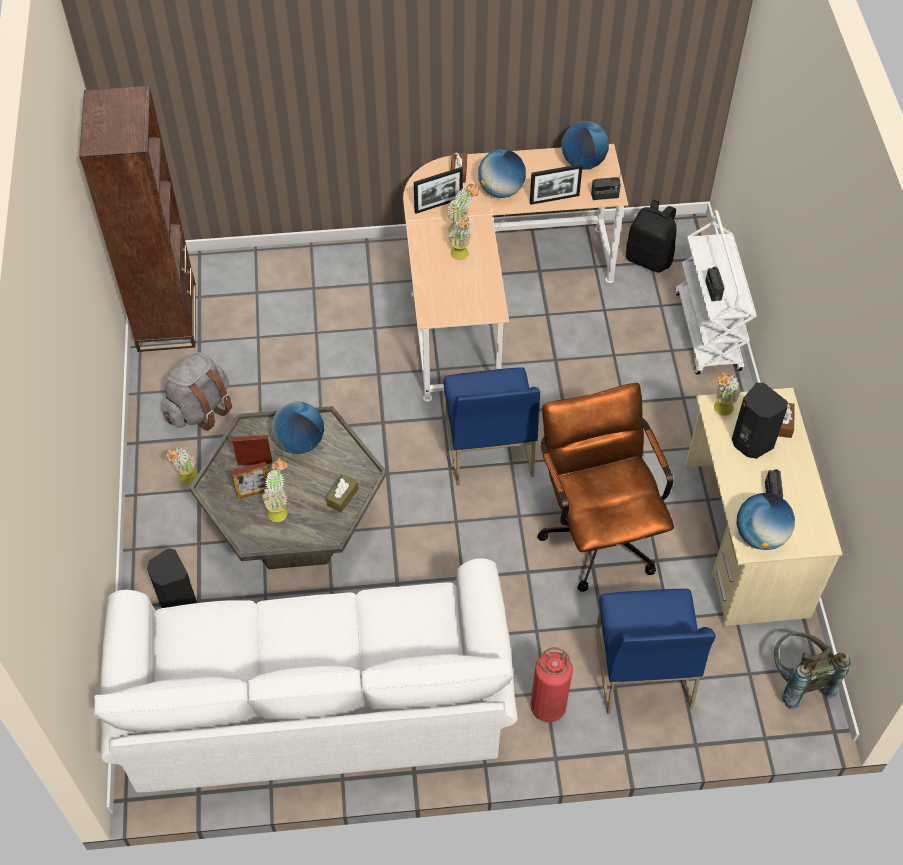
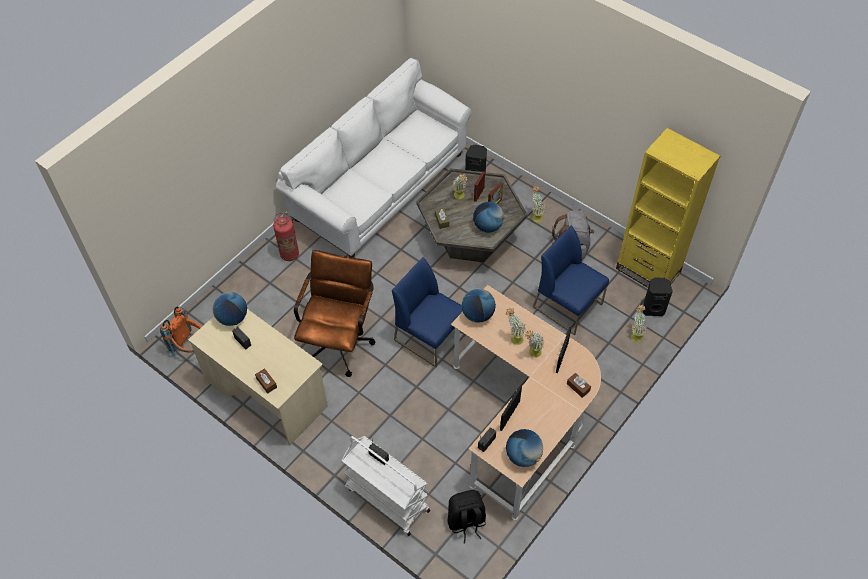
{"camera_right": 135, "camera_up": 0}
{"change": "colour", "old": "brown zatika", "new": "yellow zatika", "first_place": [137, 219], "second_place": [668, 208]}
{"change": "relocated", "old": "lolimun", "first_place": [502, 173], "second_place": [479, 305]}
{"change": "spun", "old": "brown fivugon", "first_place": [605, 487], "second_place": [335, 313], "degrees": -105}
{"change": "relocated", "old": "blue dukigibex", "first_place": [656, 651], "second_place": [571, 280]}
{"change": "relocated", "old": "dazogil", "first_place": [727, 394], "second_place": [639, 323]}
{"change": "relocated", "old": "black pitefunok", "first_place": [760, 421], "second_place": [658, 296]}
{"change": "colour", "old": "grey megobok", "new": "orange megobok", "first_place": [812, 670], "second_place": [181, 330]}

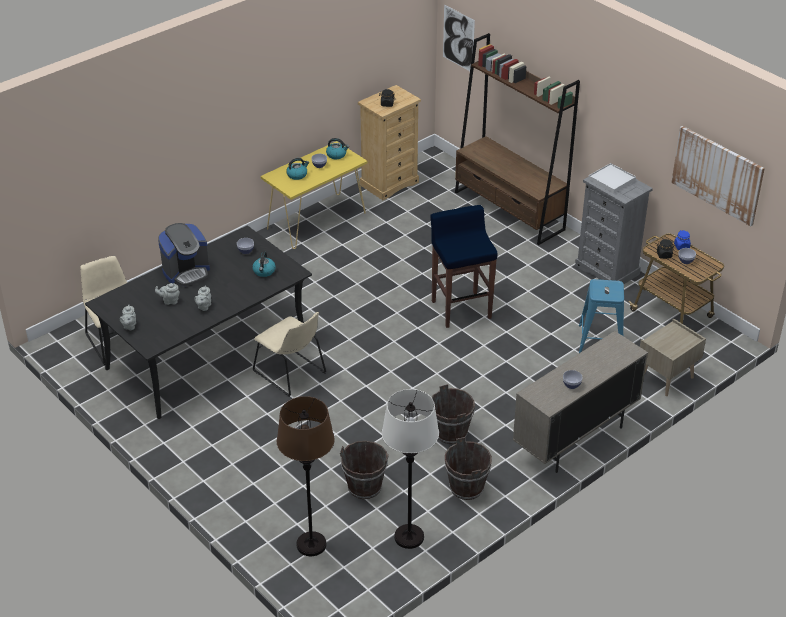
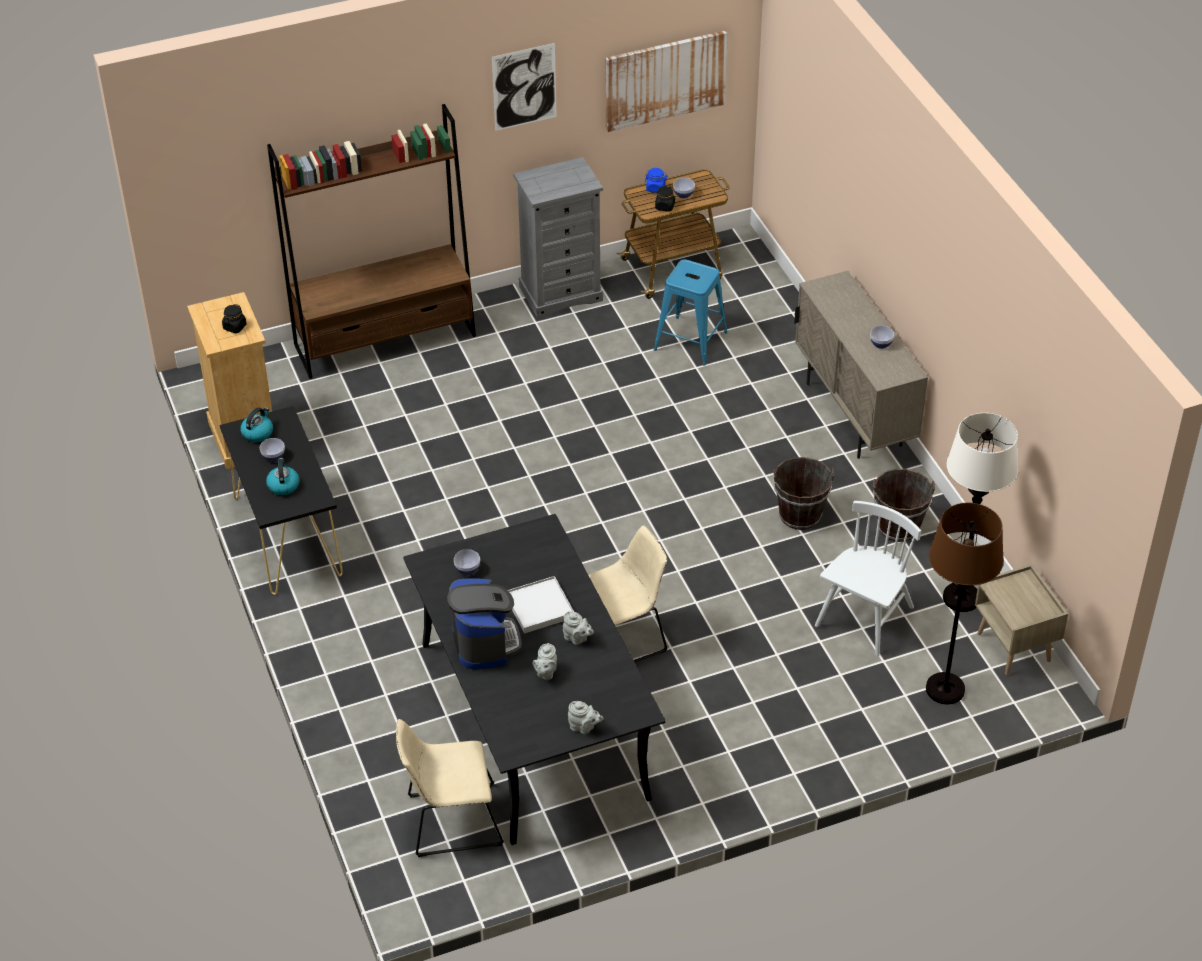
{"camera_right": -70, "camera_up": 5}
{"change": "missing", "old": "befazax", "first_place": [264, 264]}
{"change": "colour", "old": "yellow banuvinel", "new": "black banuvinel", "first_place": [314, 195], "second_place": [281, 500]}
{"change": "exchanged", "old": "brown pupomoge", "new": "white dukigibex", "first_place": [364, 470], "second_place": [868, 578]}
{"change": "missing", "old": "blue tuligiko", "first_place": [463, 266]}
{"change": "relocated", "old": "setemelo", "first_place": [459, 38], "second_place": [524, 87]}
{"change": "relocated", "old": "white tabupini", "first_place": [612, 178], "second_place": [541, 604]}
{"change": "relocated", "old": "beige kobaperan", "first_place": [673, 357], "second_place": [1021, 619]}

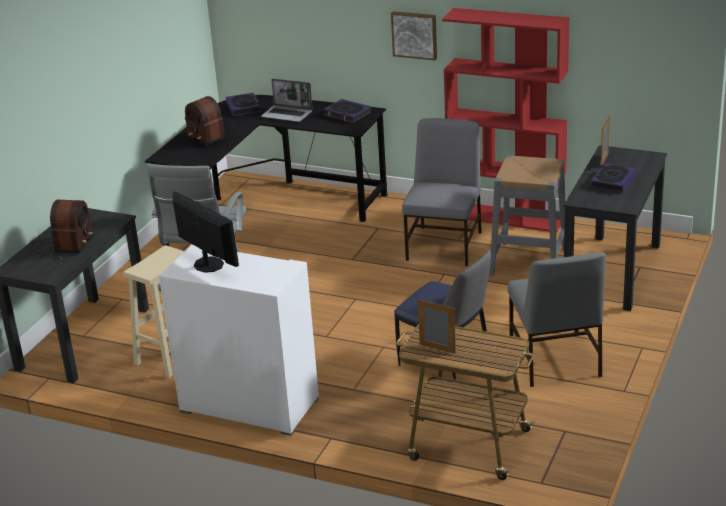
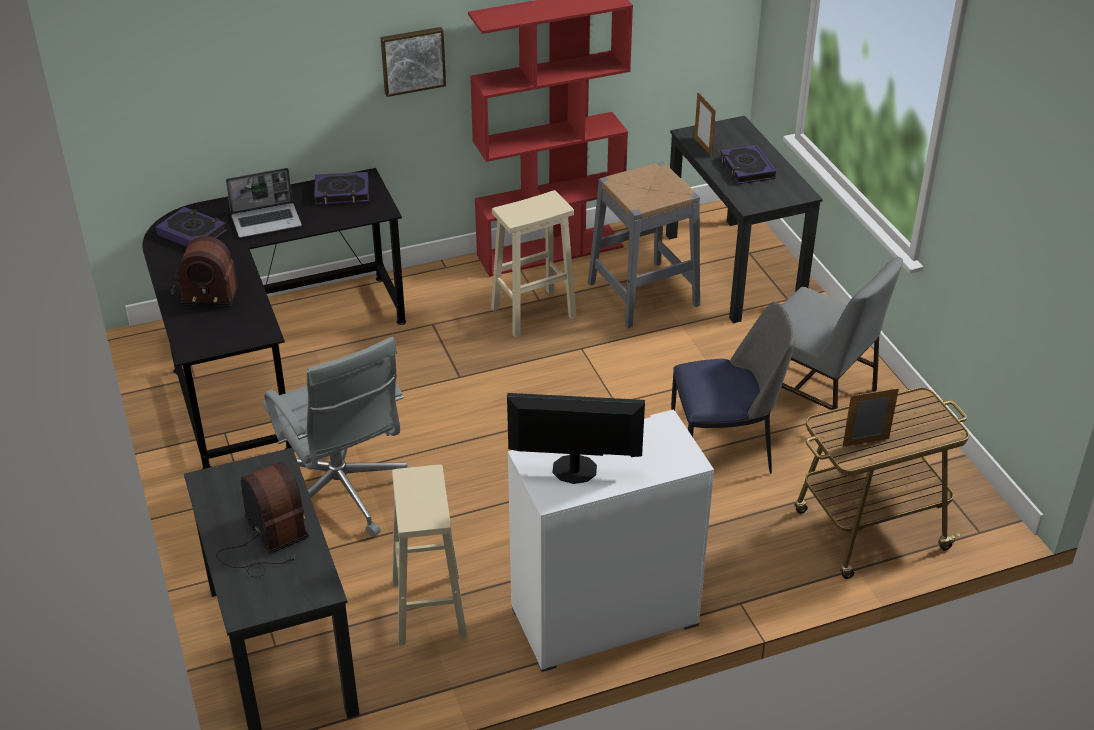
{"camera_right": -45, "camera_up": 10}
{"change": "exchanged", "old": "grey dukigibex", "new": "beige tuligiko", "first_place": [442, 192], "second_place": [534, 264]}

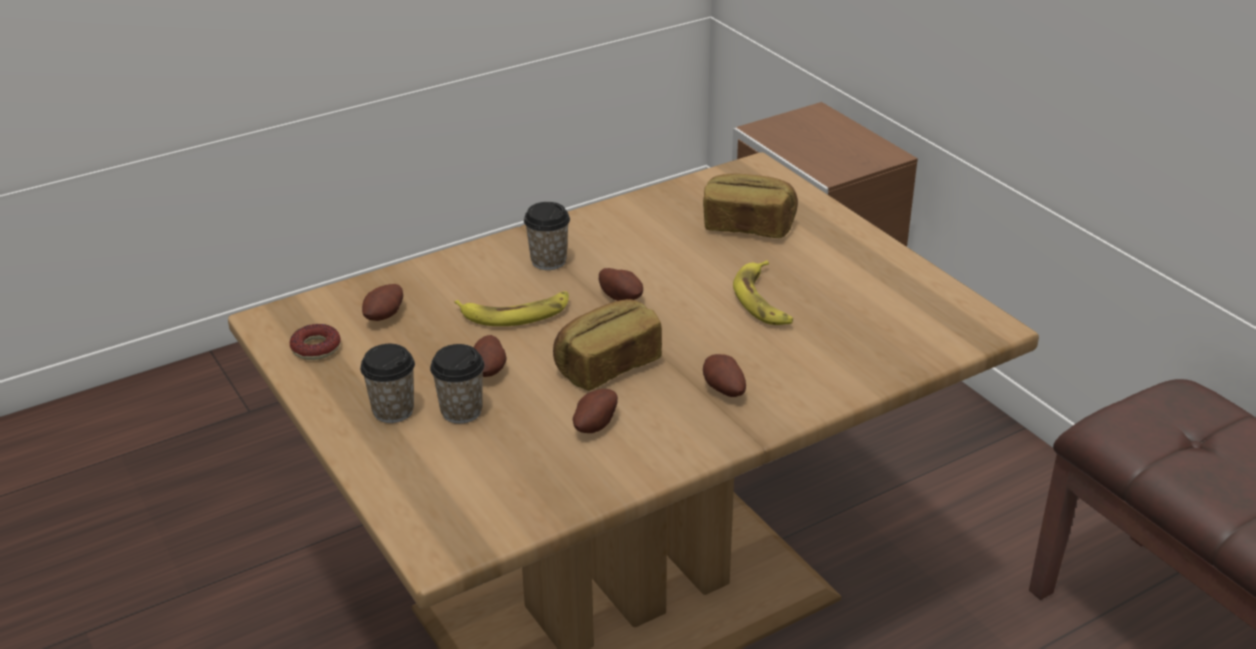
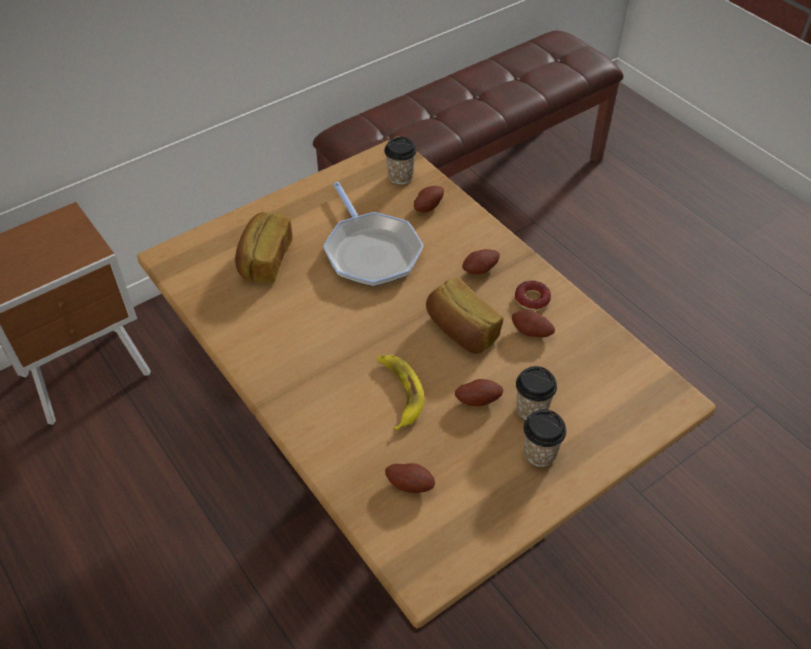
{"camera_right": -95, "camera_up": 15}
{"change": "relocated", "old": "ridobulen", "first_place": [315, 342], "second_place": [533, 296]}
{"change": "relocated", "old": "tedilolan", "first_place": [547, 236], "second_place": [400, 161]}
{"change": "relocated", "old": "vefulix", "first_place": [621, 284], "second_place": [429, 199]}
{"change": "exchanged", "old": "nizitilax", "new": "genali", "first_place": [763, 292], "second_place": [373, 234]}

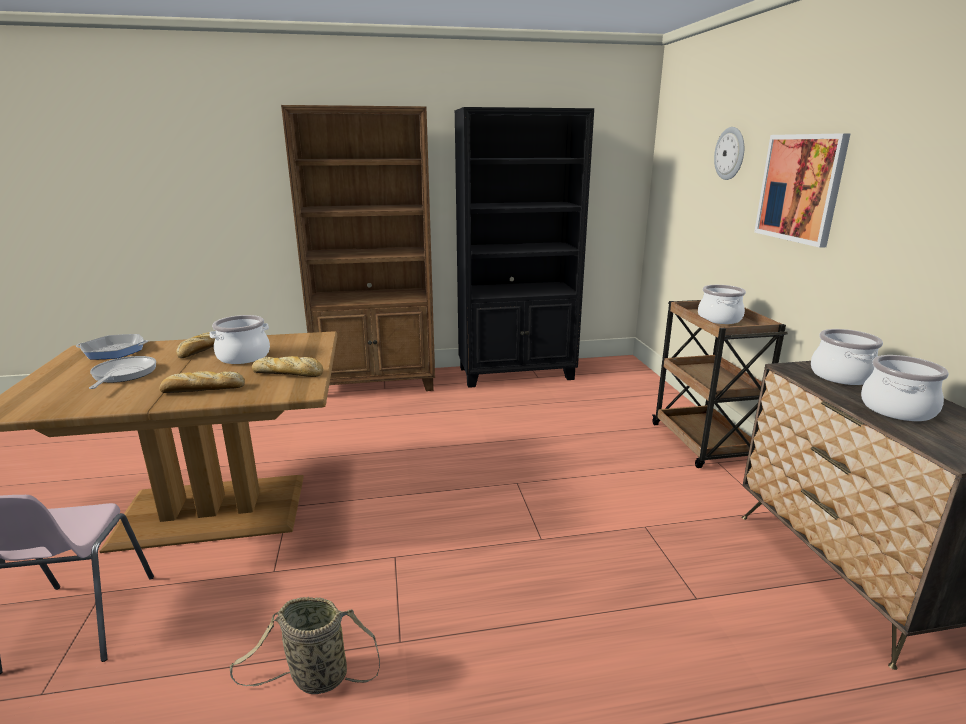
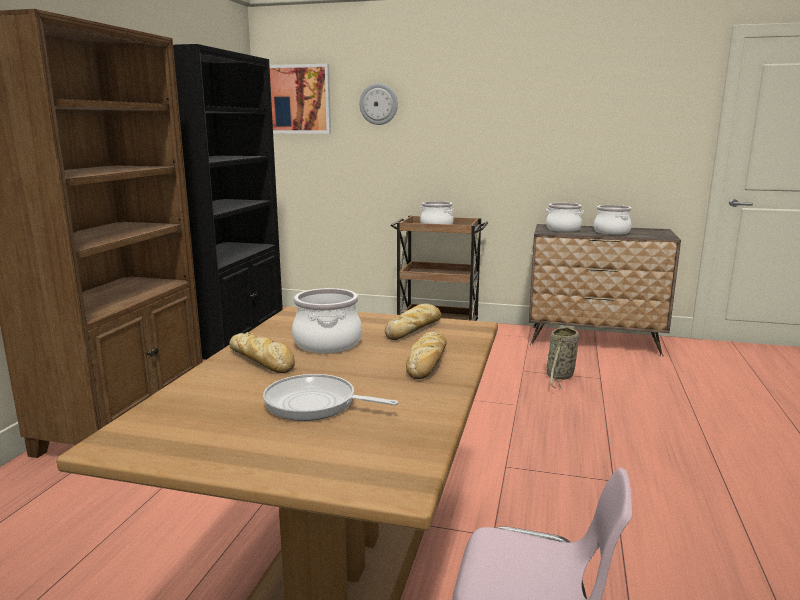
{"camera_right": -65, "camera_up": -5}
{"change": "missing", "old": "genali", "first_place": [112, 347]}
{"change": "relocated", "old": "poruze", "first_place": [305, 645], "second_place": [563, 357]}
{"change": "relocated", "old": "setemelo", "first_place": [802, 190], "second_place": [300, 99]}

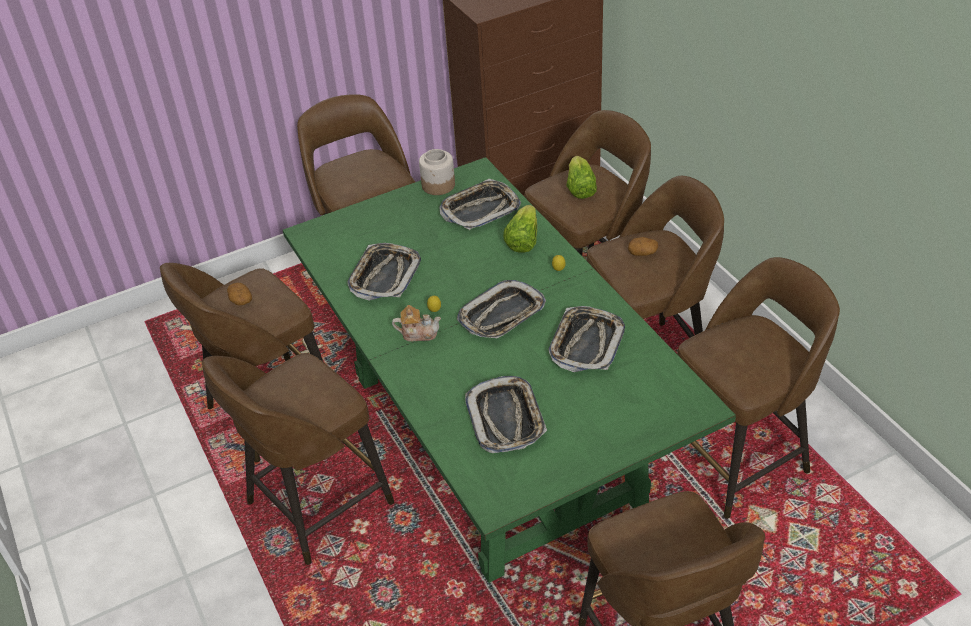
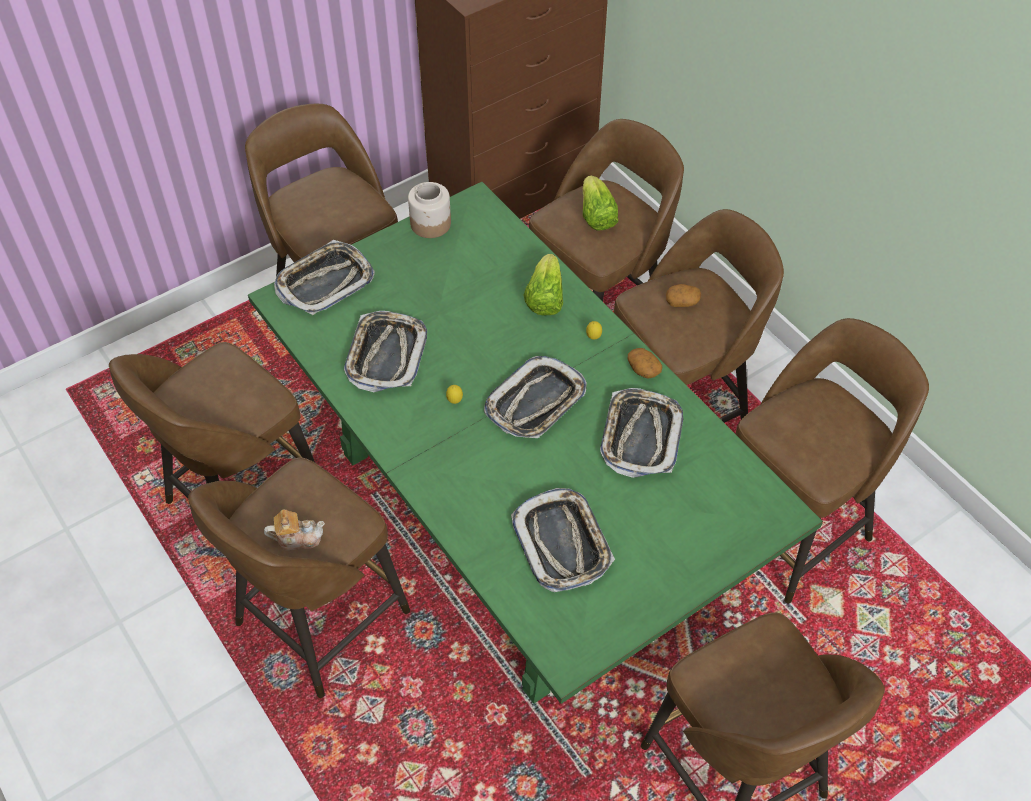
{"camera_right": -10, "camera_up": 10}
{"change": "relocated", "old": "vefulix", "first_place": [239, 294], "second_place": [645, 363]}
{"change": "relocated", "old": "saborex", "first_place": [416, 323], "second_place": [294, 530]}
{"change": "relocated", "old": "tabupini", "first_place": [480, 204], "second_place": [324, 277]}

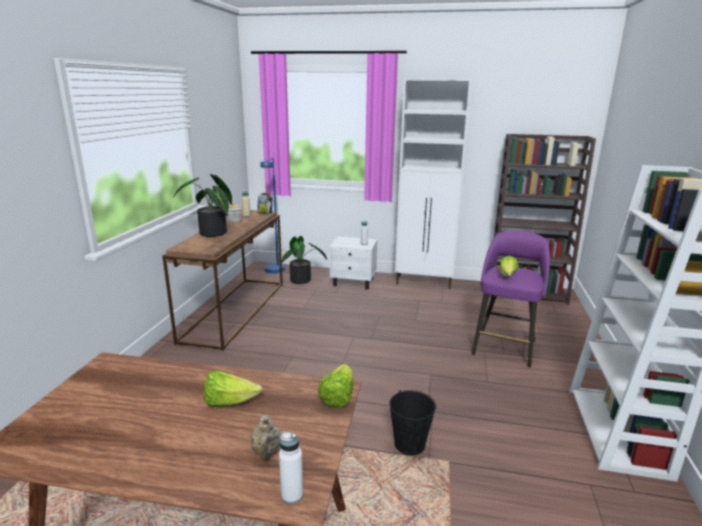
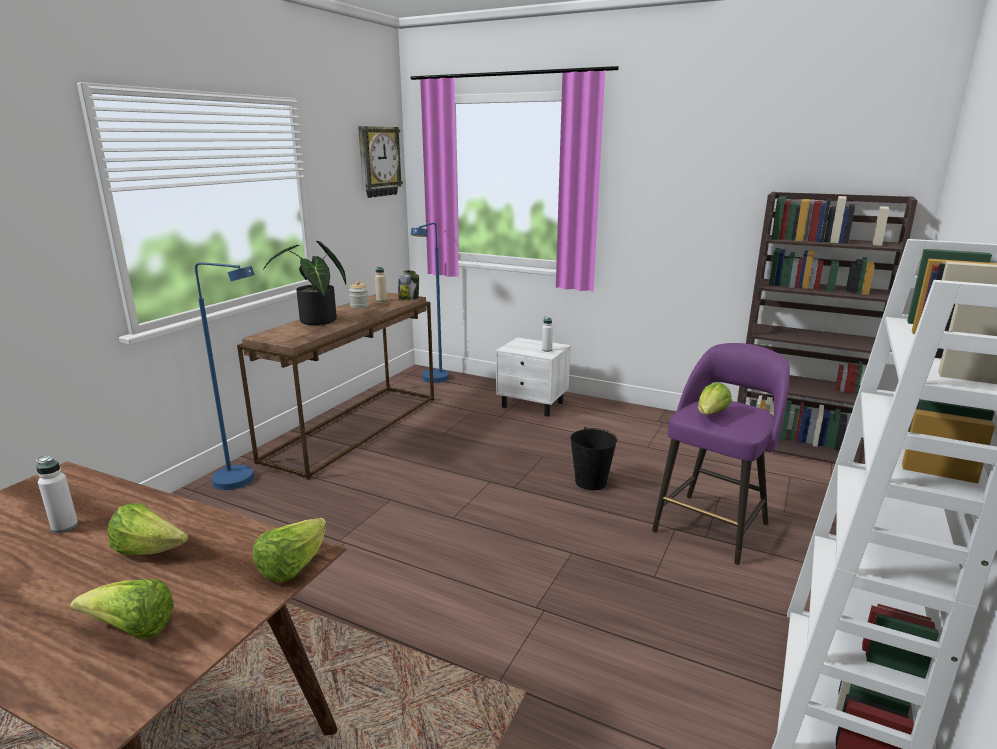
{"camera_right": 15, "camera_up": 0}
{"change": "exchanged", "old": "beige saborex", "new": "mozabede", "first_place": [266, 437], "second_place": [122, 608]}
{"change": "relocated", "old": "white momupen", "first_place": [291, 468], "second_place": [57, 494]}
{"change": "missing", "old": "dazogil", "first_place": [304, 260]}
{"change": "relocated", "old": "black pupomoge", "first_place": [412, 422], "second_place": [593, 458]}
{"change": "missing", "old": "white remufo", "first_place": [433, 183]}
{"change": "appeared", "new": "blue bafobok", "second_place": [225, 376]}
{"change": "appeared", "new": "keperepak", "second_place": [380, 162]}

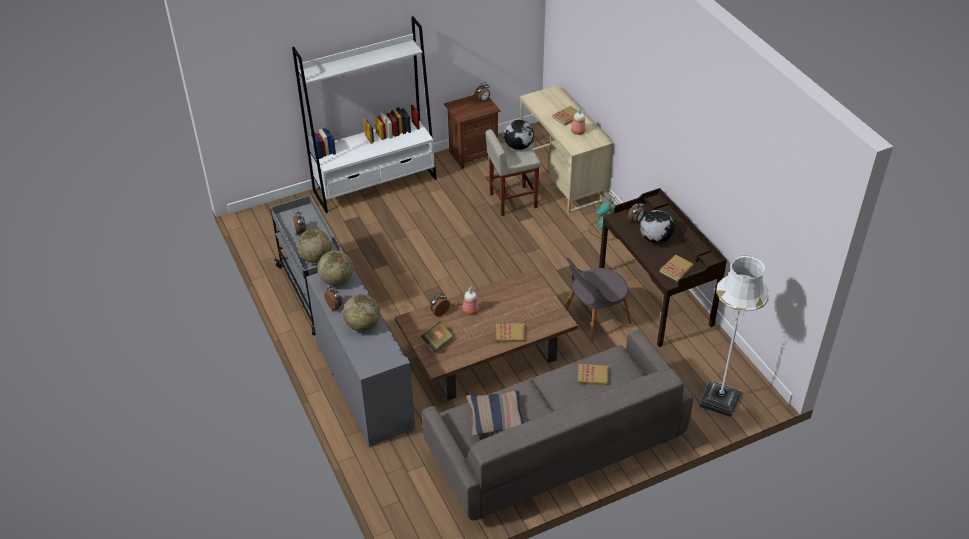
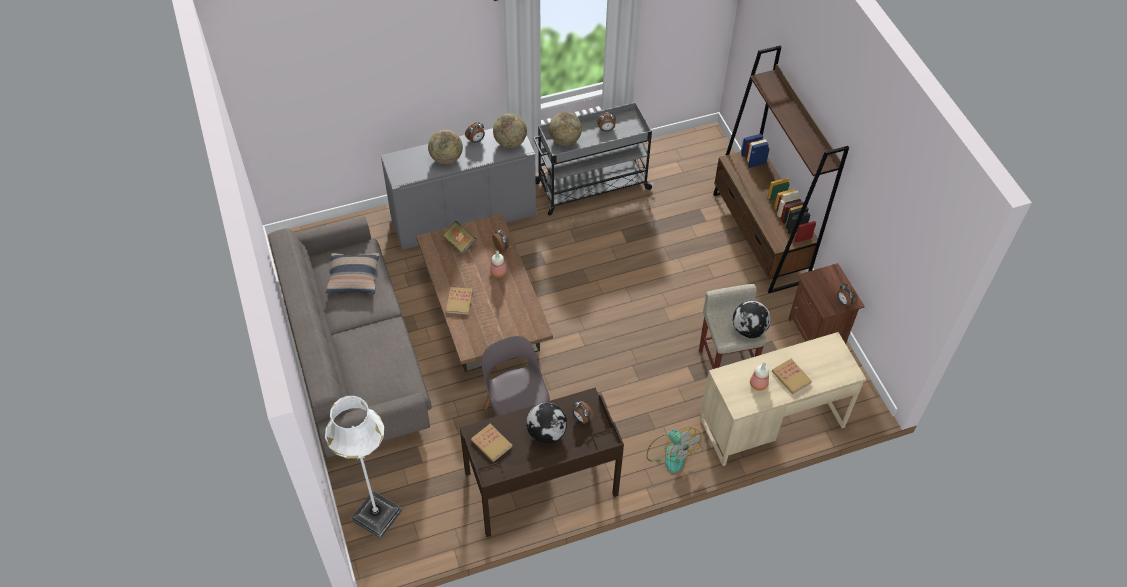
{"camera_right": 95, "camera_up": 10}
{"change": "colour", "old": "white zatika", "new": "brown zatika", "first_place": [364, 114], "second_place": [781, 169]}
{"change": "missing", "old": "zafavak", "first_place": [593, 374]}

